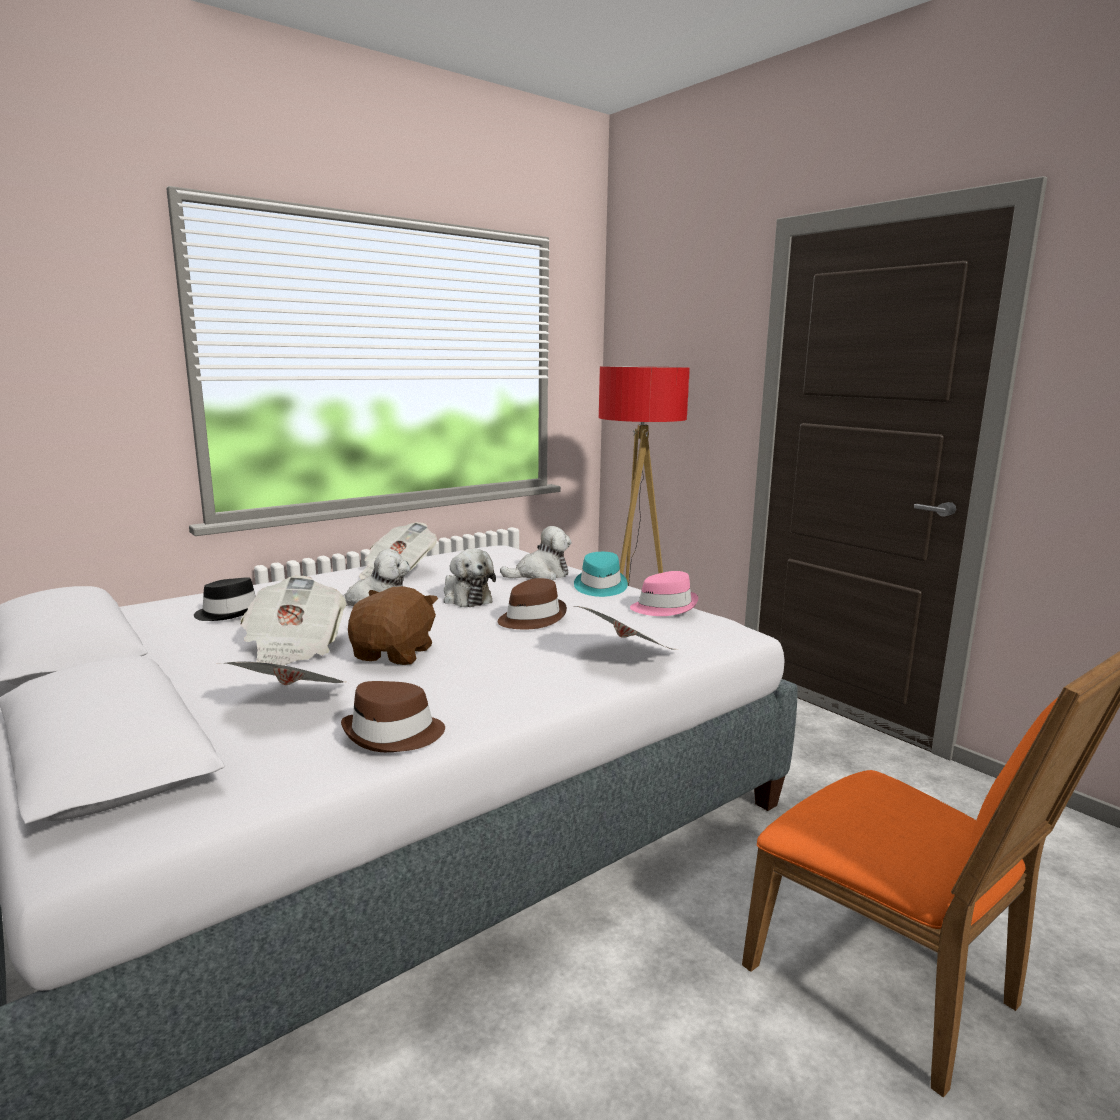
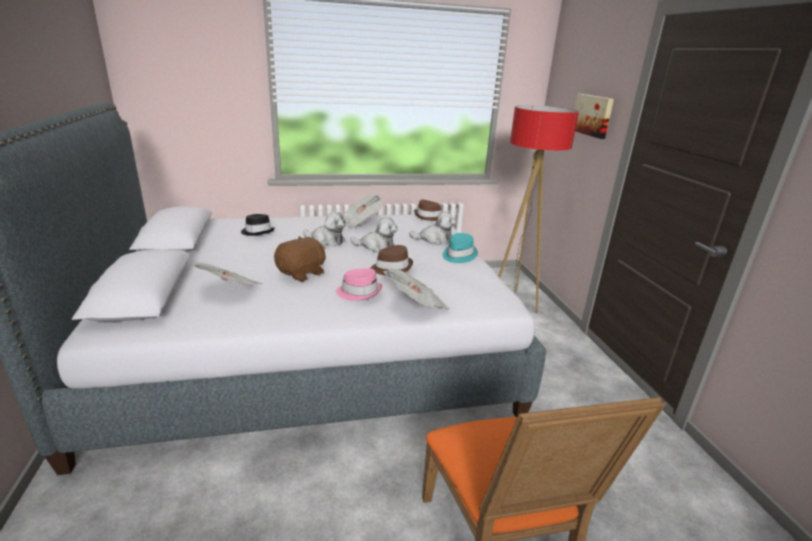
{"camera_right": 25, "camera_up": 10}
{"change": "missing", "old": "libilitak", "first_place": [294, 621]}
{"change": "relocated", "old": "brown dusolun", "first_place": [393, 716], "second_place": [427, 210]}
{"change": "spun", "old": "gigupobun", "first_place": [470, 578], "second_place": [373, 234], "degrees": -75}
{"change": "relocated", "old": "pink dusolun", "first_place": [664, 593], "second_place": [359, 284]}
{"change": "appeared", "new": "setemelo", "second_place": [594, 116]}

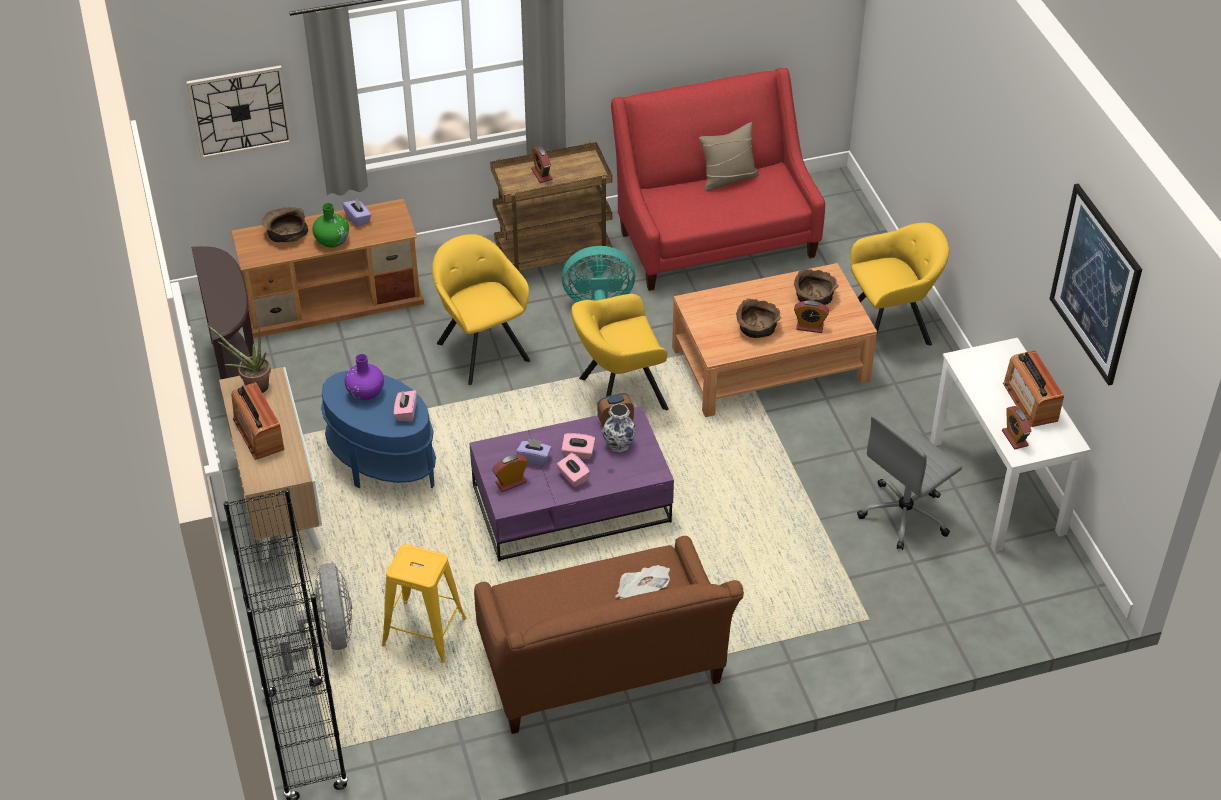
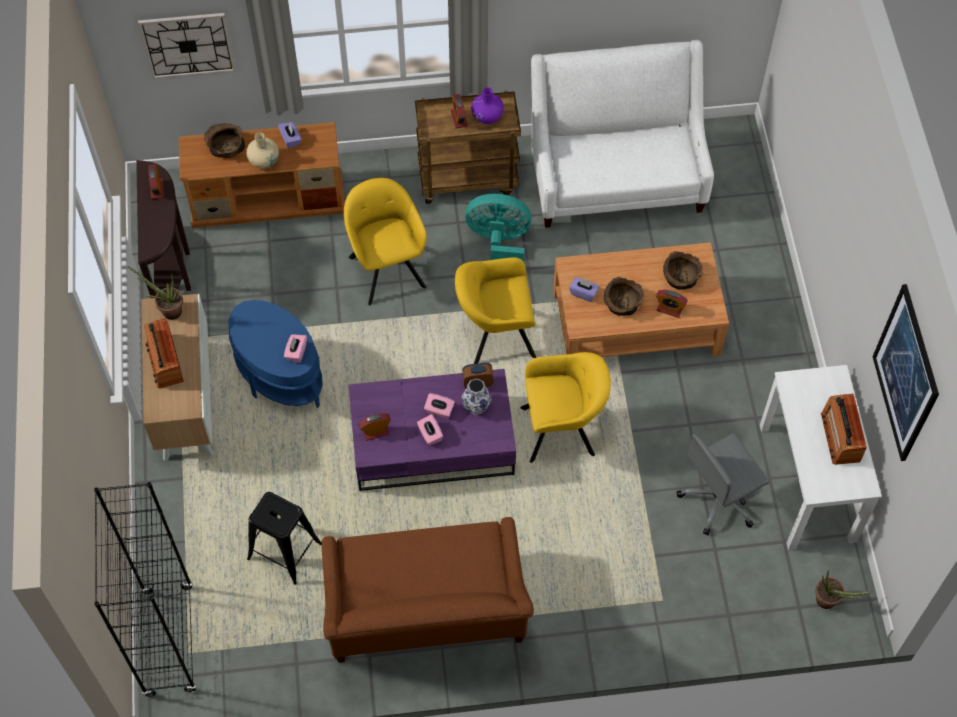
{"camera_right": 10, "camera_up": 15}
{"change": "missing", "old": "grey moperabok", "first_place": [314, 617]}
{"change": "colour", "old": "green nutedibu", "new": "beige nutedibu", "first_place": [330, 225], "second_place": [262, 150]}
{"change": "relocated", "old": "purple nutedibu", "first_place": [364, 377], "second_place": [487, 105]}
{"change": "colour", "old": "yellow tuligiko", "new": "black tuligiko", "first_place": [424, 603], "second_place": [284, 538]}
{"change": "relocated", "old": "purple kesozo", "first_place": [534, 452], "second_place": [584, 289]}
{"change": "colour", "old": "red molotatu", "new": "white molotatu", "first_place": [718, 179], "second_place": [622, 134]}
{"change": "missing", "old": "libilitak", "first_place": [643, 582]}
{"change": "missing", "old": "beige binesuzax", "first_place": [729, 156]}
{"change": "relocated", "old": "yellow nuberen", "first_place": [900, 284], "second_place": [565, 407]}
{"change": "relocated", "old": "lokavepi", "first_place": [1016, 427], "second_place": [156, 181]}
{"change": "appeared", "new": "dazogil", "second_place": [843, 589]}

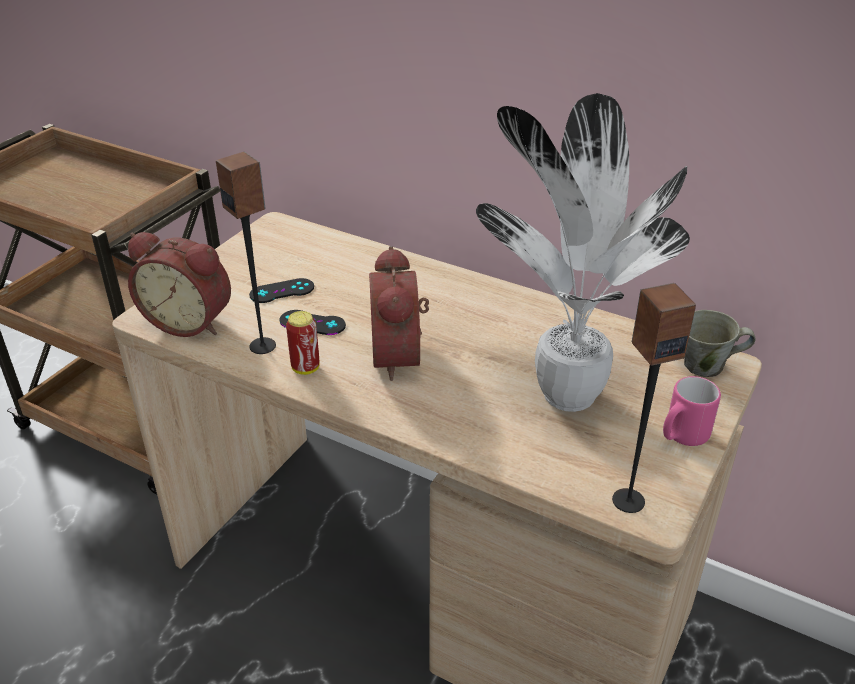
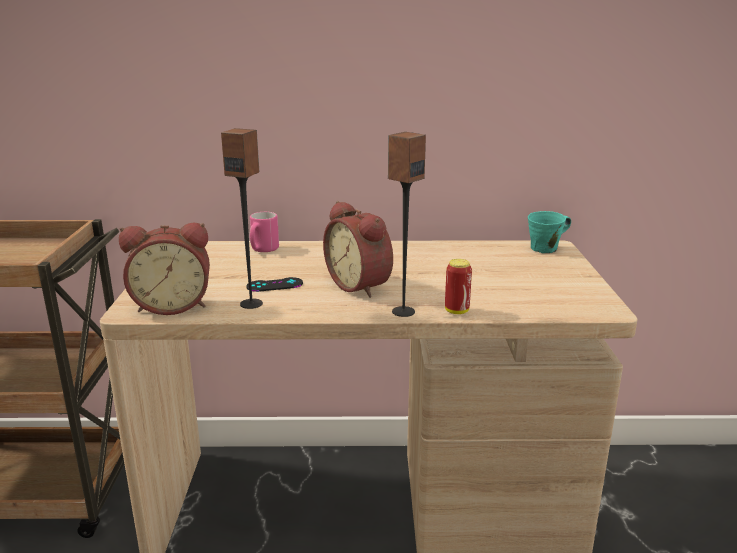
{"camera_right": -30, "camera_up": -15}
{"change": "missing", "old": "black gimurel", "first_place": [281, 290]}
{"change": "relocated", "old": "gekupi", "first_place": [303, 343], "second_place": [458, 286]}
{"change": "missing", "old": "dazogil", "first_place": [583, 252]}
{"change": "relocated", "old": "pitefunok", "first_place": [654, 398], "second_place": [407, 224]}
{"change": "relocated", "old": "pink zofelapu", "first_place": [692, 411], "second_place": [264, 232]}
{"change": "colour", "old": "grey zofelapu", "new": "turquoise zofelapu", "first_place": [720, 343], "second_place": [549, 232]}

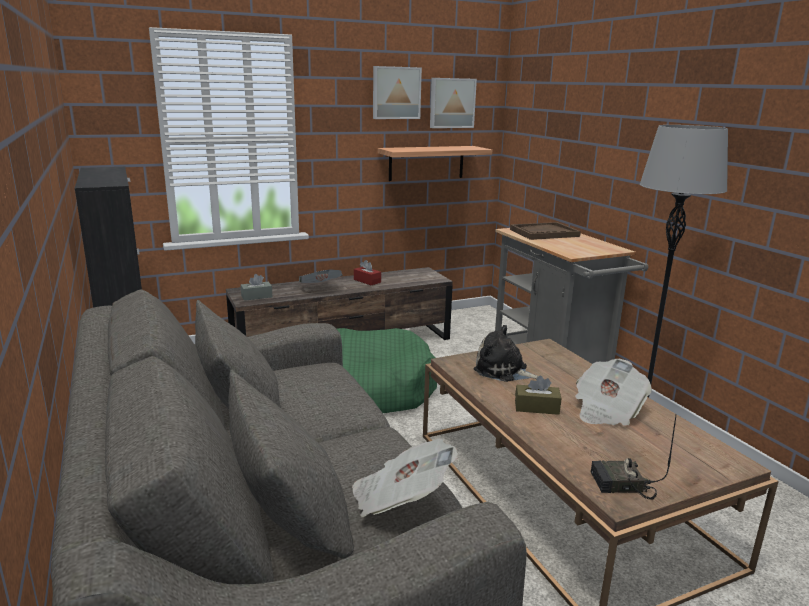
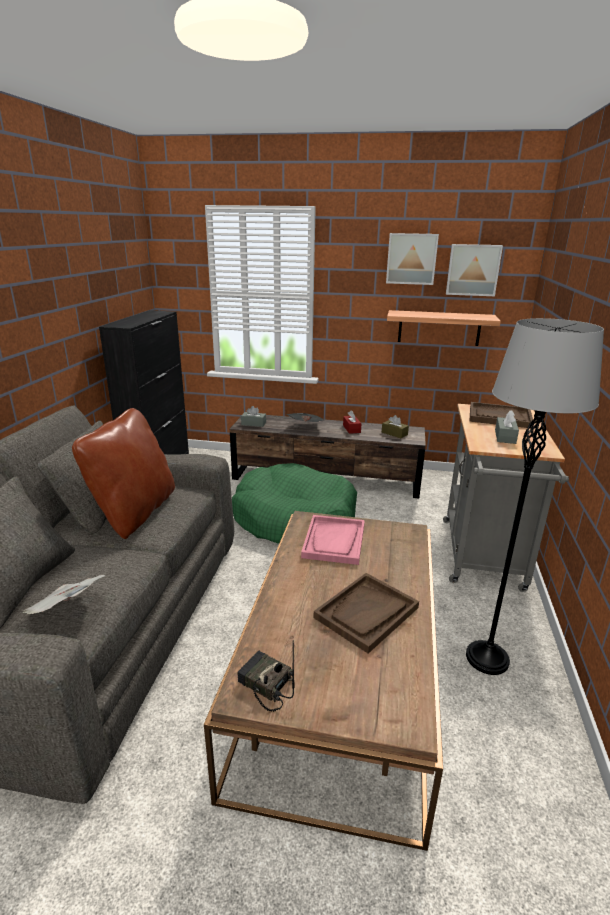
{"camera_right": 35, "camera_up": 5}
{"change": "exchanged", "old": "gigupobun", "new": "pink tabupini", "first_place": [506, 353], "second_place": [333, 540]}
{"change": "relocated", "old": "brown kesozo", "first_place": [538, 395], "second_place": [395, 426]}
{"change": "exchanged", "old": "libilitak", "new": "brown tabupini", "first_place": [613, 392], "second_place": [366, 613]}
{"change": "appeared", "new": "brown binesuzax", "second_place": [123, 473]}
{"change": "appeared", "new": "grey kesozo", "second_place": [507, 427]}

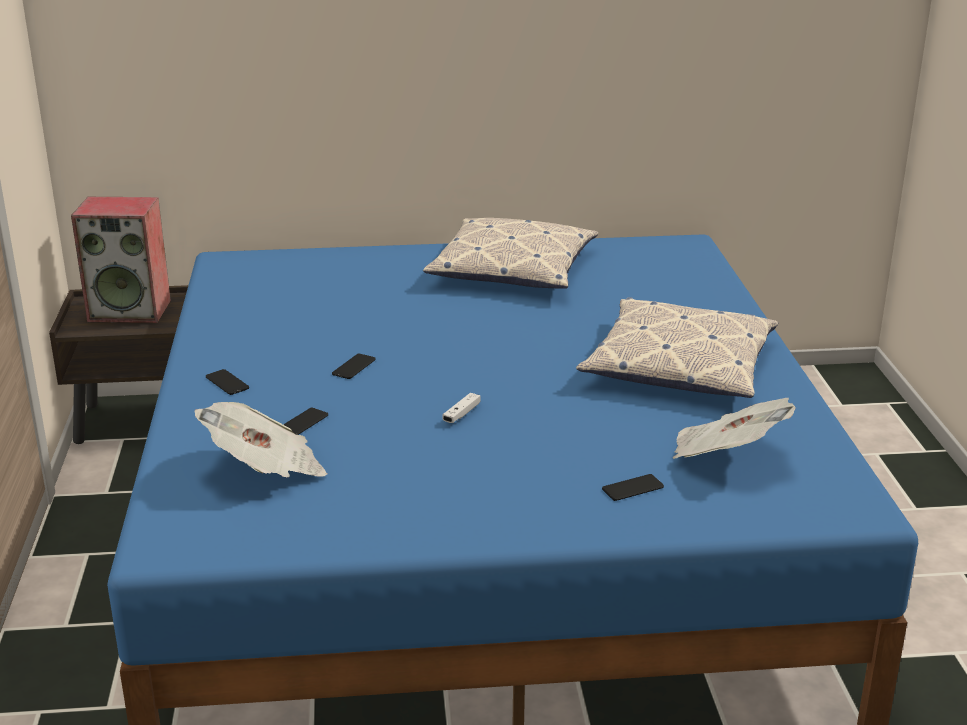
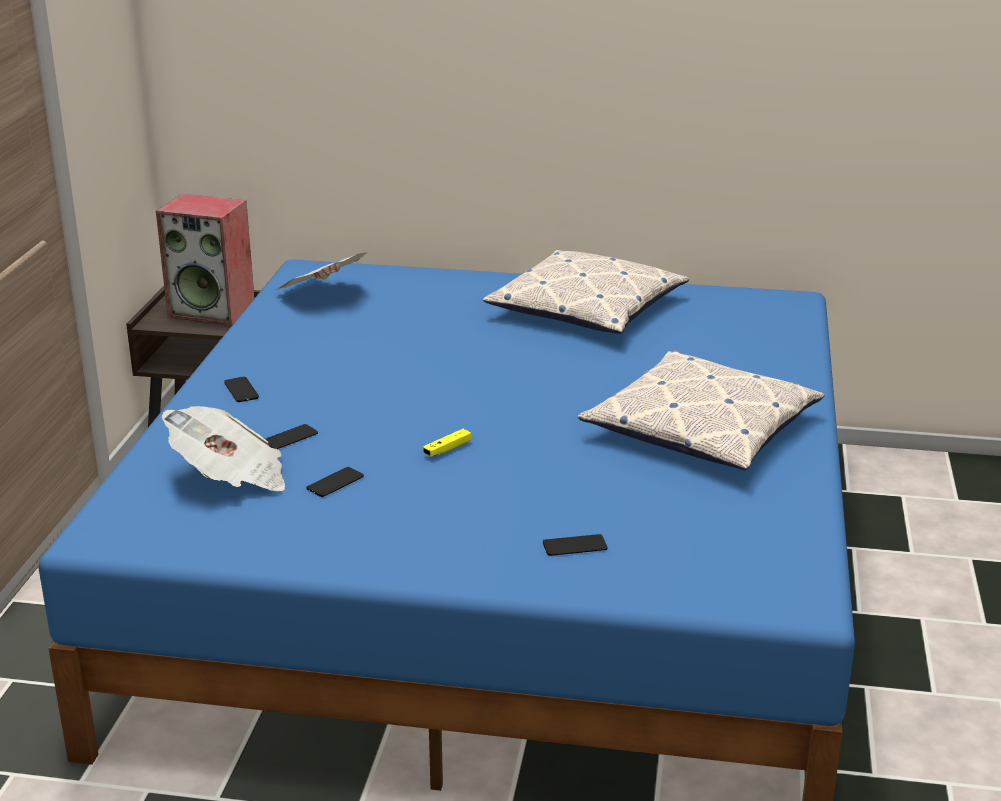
{"camera_right": 15, "camera_up": 0}
{"change": "relocated", "old": "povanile", "first_place": [354, 366], "second_place": [335, 482]}
{"change": "colour", "old": "white gimurel", "new": "yellow gimurel", "first_place": [461, 408], "second_place": [447, 443]}
{"change": "relocated", "old": "libilitak", "first_place": [734, 428], "second_place": [321, 271]}

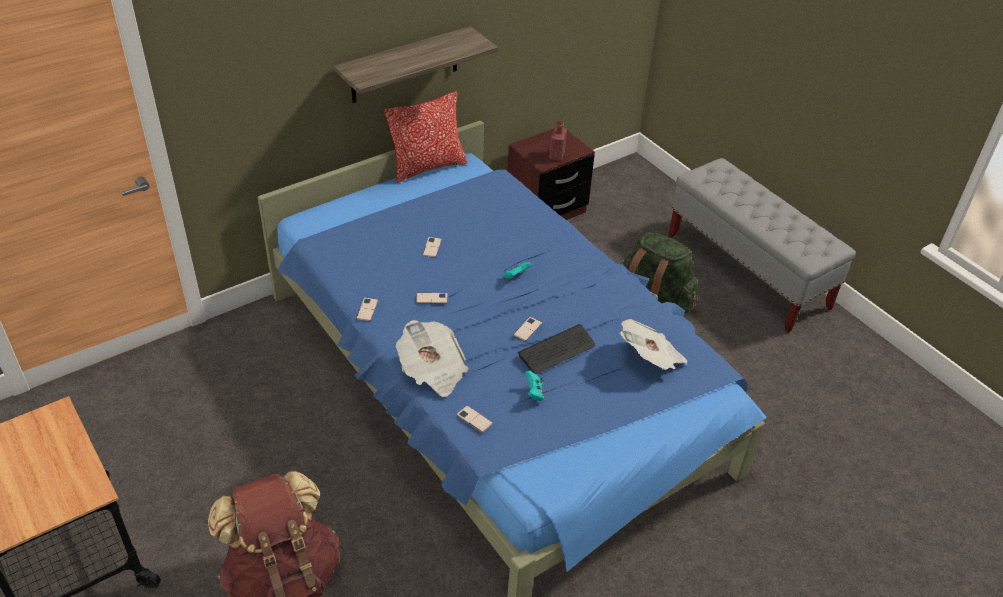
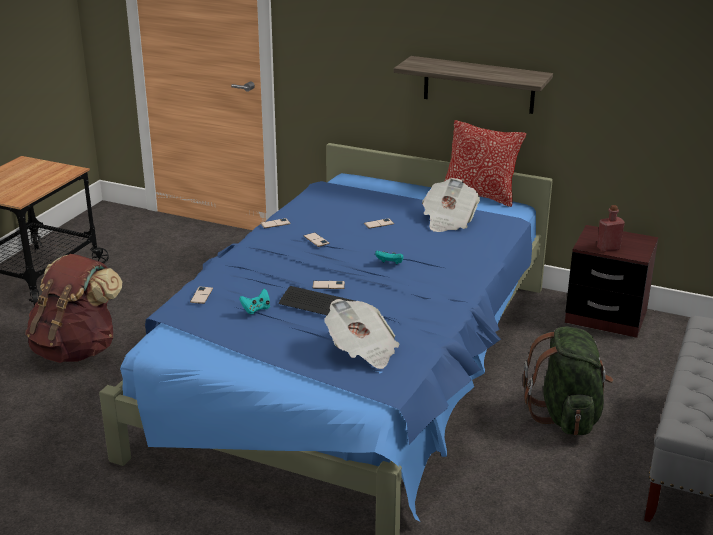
{"camera_right": 60, "camera_up": -15}
{"change": "relocated", "old": "libilitak", "first_place": [432, 358], "second_place": [451, 205]}

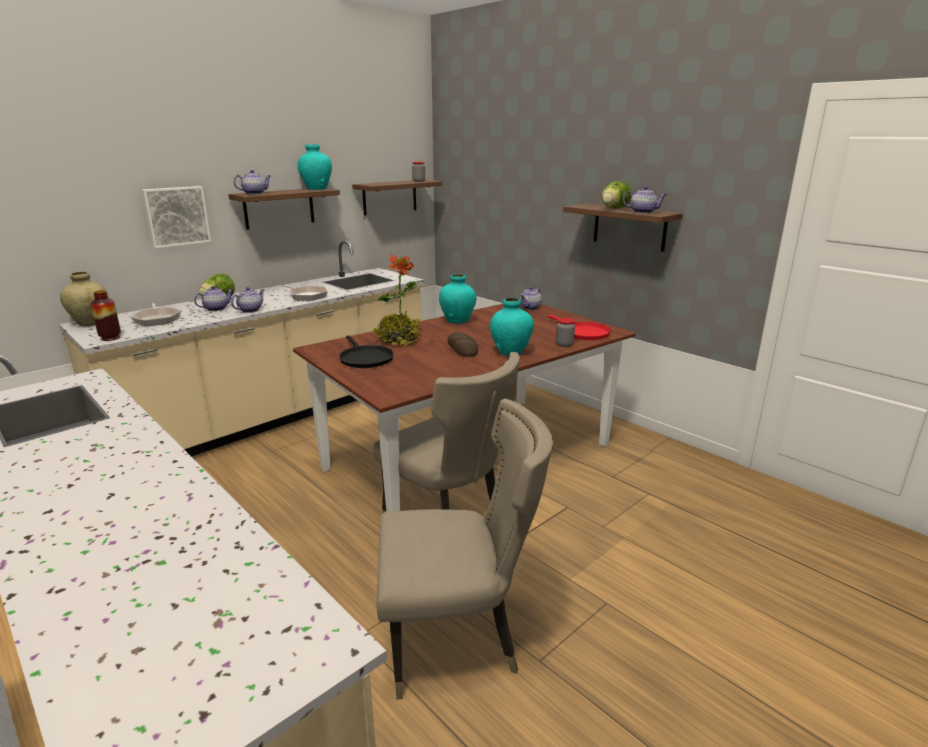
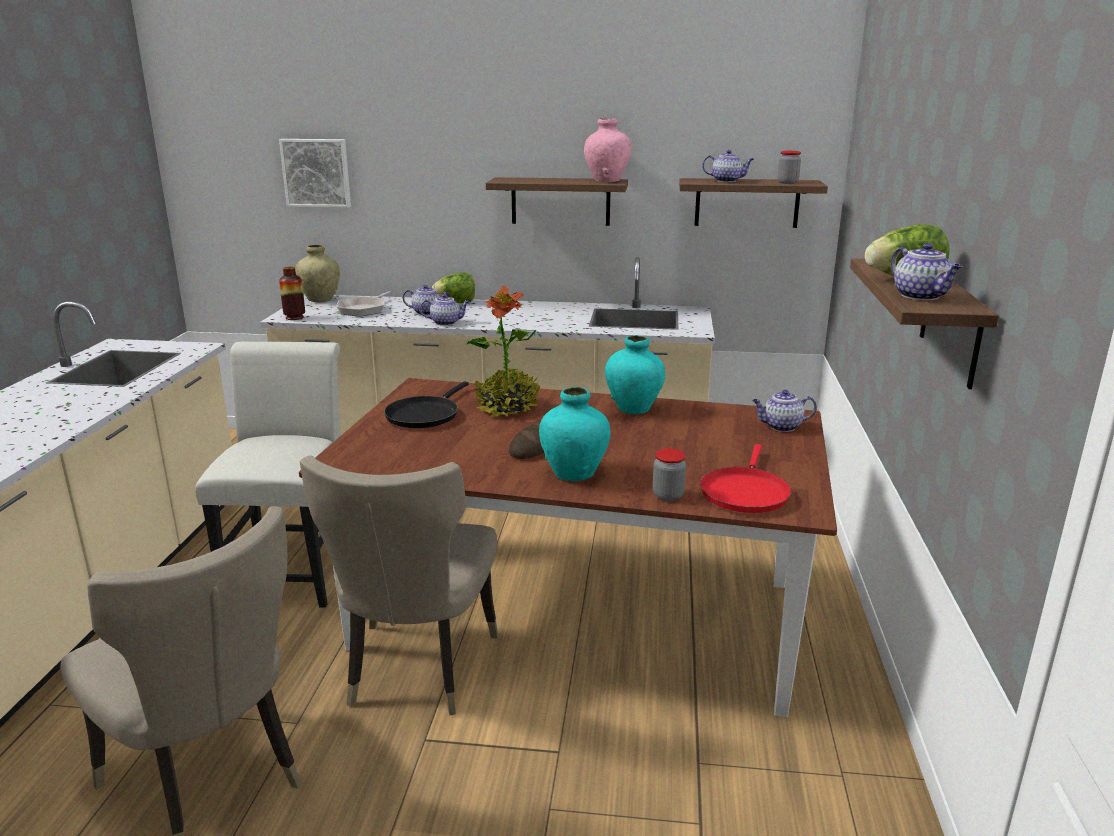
{"camera_right": 50, "camera_up": 0}
{"change": "relocated", "old": "setemelo", "first_place": [176, 217], "second_place": [315, 173]}
{"change": "relocated", "old": "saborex", "first_place": [252, 182], "second_place": [728, 166]}
{"change": "missing", "old": "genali", "first_place": [304, 293]}
{"change": "colour", "old": "turquoise nutedibu", "new": "pink nutedibu", "first_place": [314, 167], "second_place": [608, 150]}
{"change": "appeared", "new": "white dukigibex", "second_place": [267, 475]}

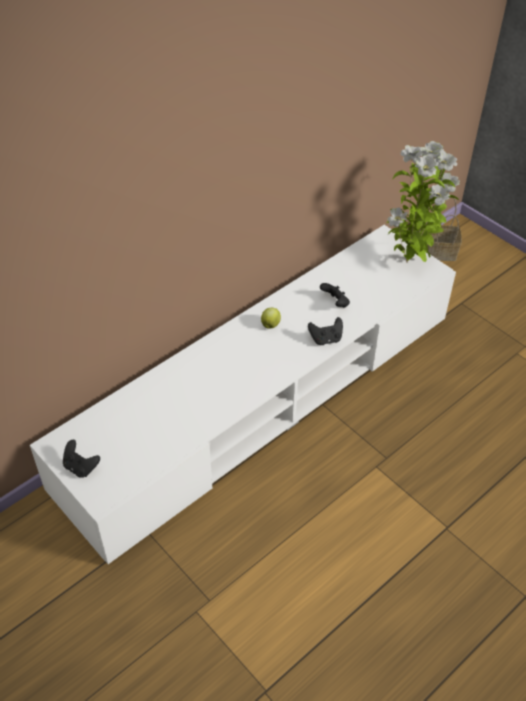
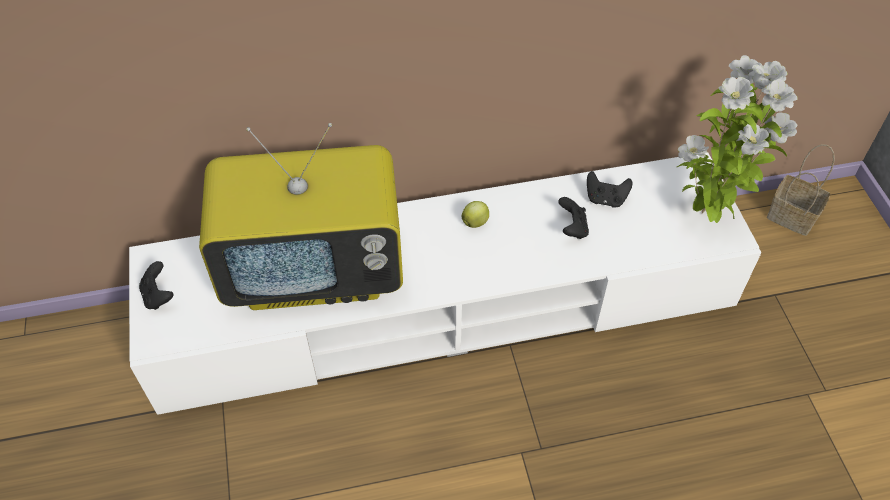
{"camera_right": 30, "camera_up": 5}
{"change": "relocated", "old": "black gimurel", "first_place": [325, 331], "second_place": [610, 189]}
{"change": "appeared", "new": "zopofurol", "second_place": [301, 216]}

